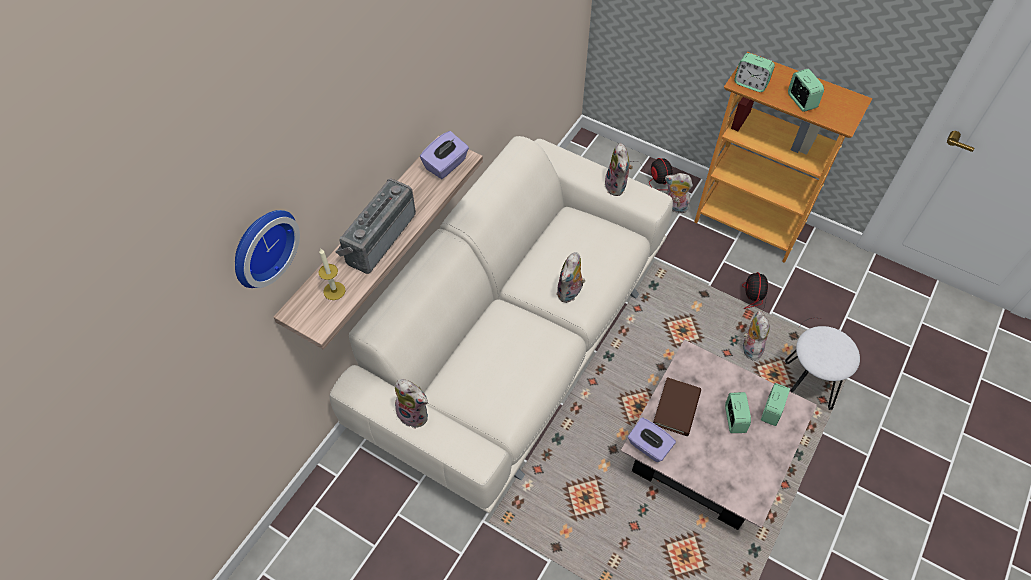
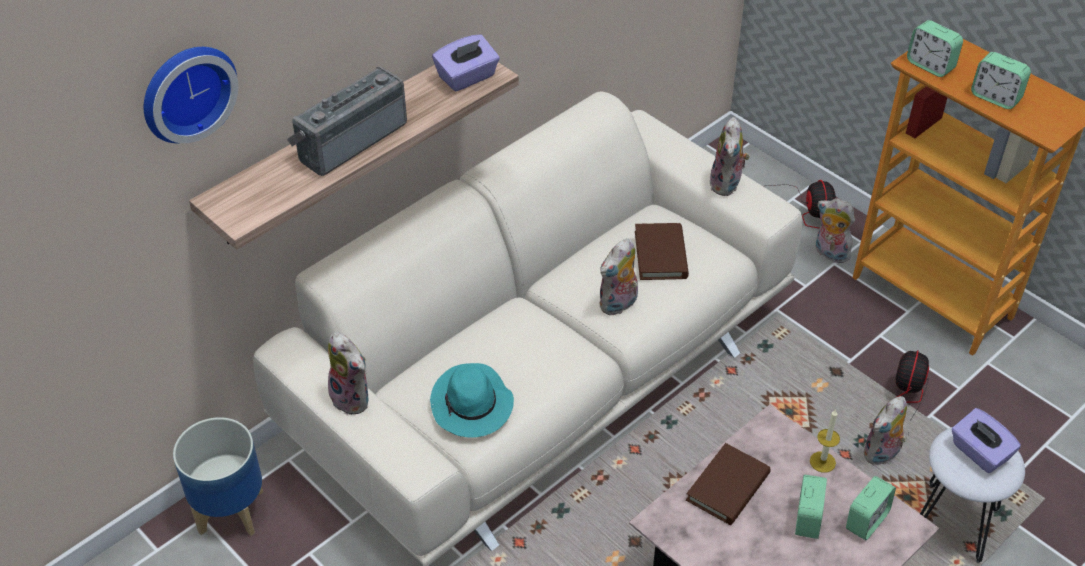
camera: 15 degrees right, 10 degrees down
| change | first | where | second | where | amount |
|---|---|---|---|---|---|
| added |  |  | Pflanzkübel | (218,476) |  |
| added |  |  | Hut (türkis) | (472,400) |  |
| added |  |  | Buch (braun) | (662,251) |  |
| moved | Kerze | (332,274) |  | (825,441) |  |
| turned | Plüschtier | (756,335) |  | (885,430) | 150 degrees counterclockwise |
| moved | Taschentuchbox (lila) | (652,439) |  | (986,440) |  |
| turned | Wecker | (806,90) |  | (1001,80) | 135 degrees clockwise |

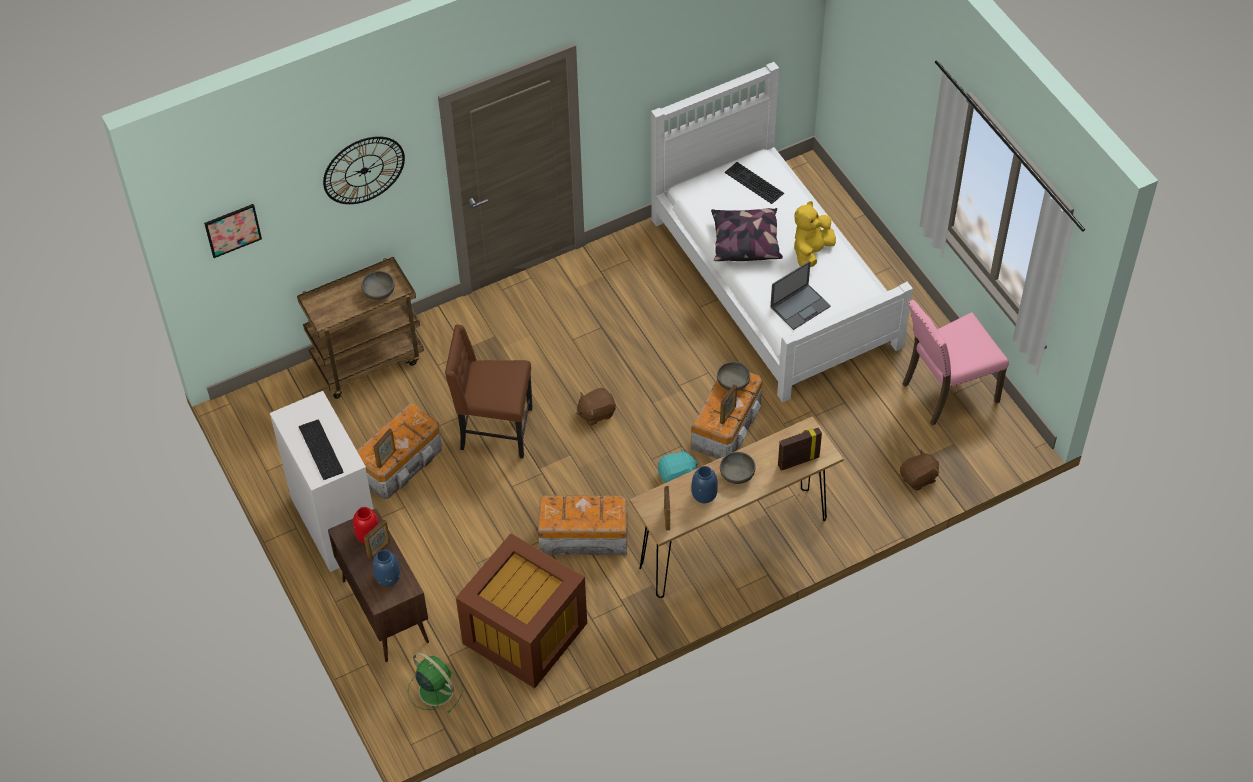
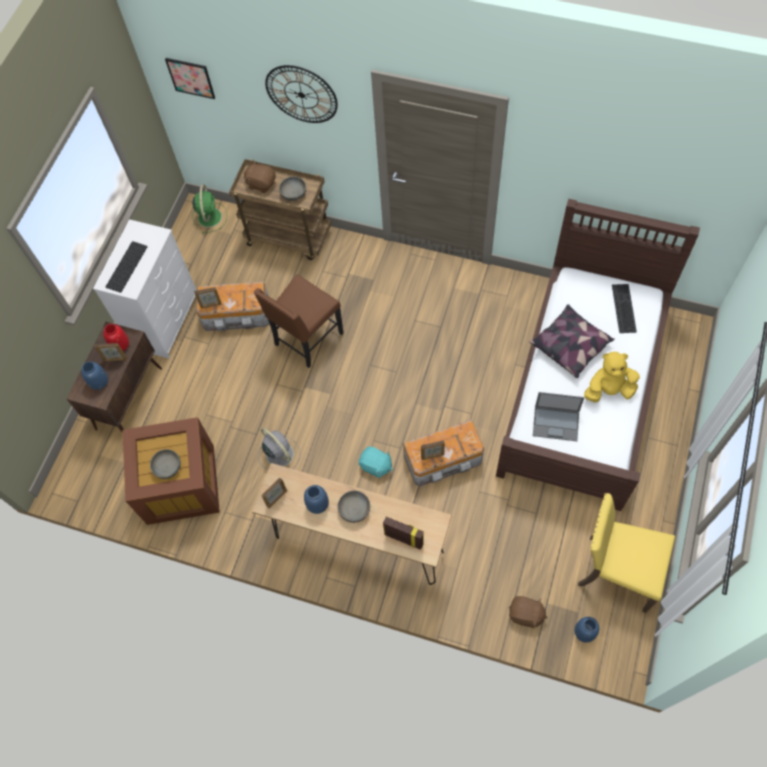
camera: 50 degrees right, 10 degrees up
| change | first | where | second | where | amount |
|---|---|---|---|---|---|
| moved | Schüssel (grau) | (733,376) |  | (165,464) |  |
| moved | Ventilator (grün) | (435,682) |  | (209,208) |  |
| moved | Plüschtier (braun) | (596,406) |  | (260,176) |  |
| turned | Stuhl (braun) | (489,391) |  | (298,321) | 105 degrees counterclockwise |
| replaced | Aufbewahrungsbox | (583,525) | Ventilator (grau) | (279,448) |  |
| recoloured | Bett (weiß) | (782,232) | Bett (braun) | (598,355) |  |
| added |  |  | Vase (blau) | (586,630) |  |
| recoloured | Stuhl (rosa) | (956,362) | Stuhl (gelb) | (626,553) |  |

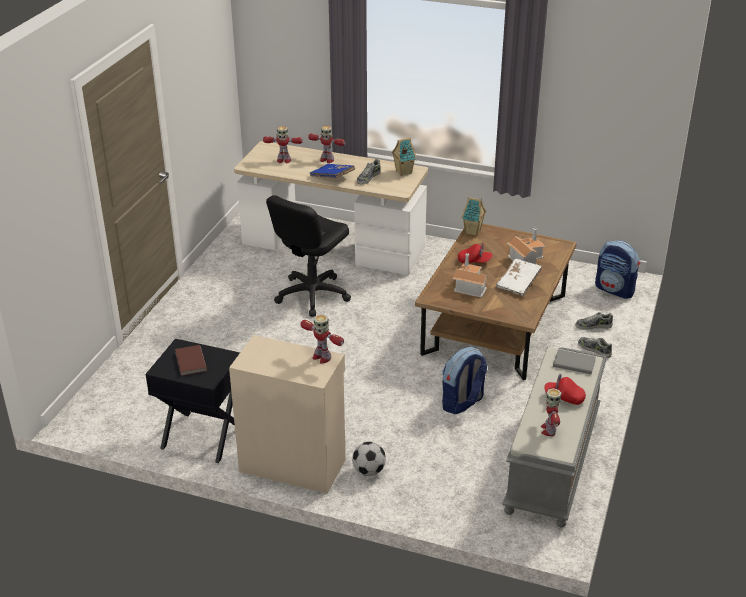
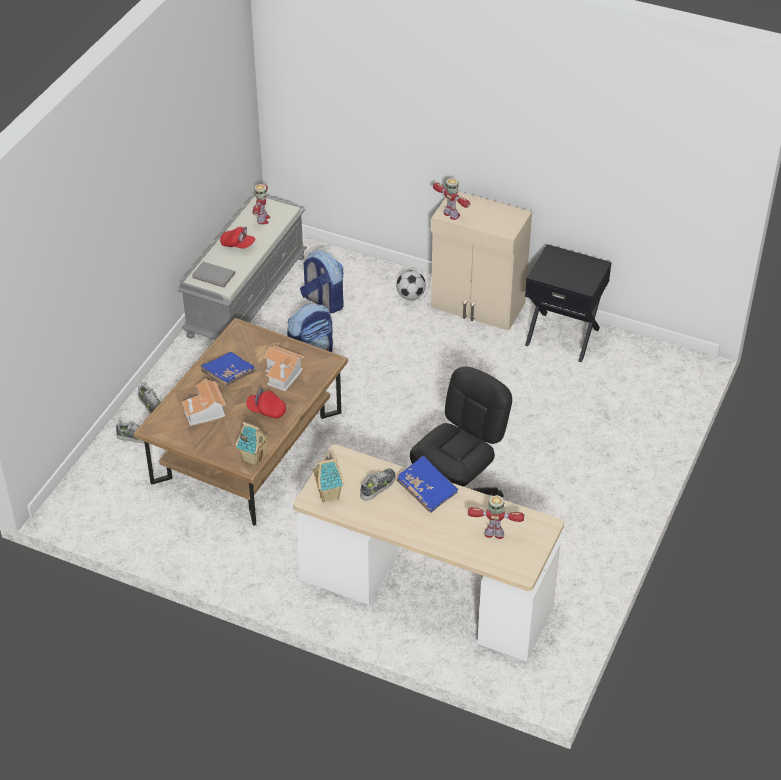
camera: 175 degrees left, 10 degrees up
| change | first | where | second | where | amount |
|---|---|---|---|---|---|
| recoloured | Buch (weiß) | (519,277) | Buch (blau) | (227,369) |  |
| moved | Rucksack | (617,269) |  | (322,281) |  |
| removed | Buch (braun) | (191,360) |  |  |  |
| removed | Spielzeugroboter | (326,144) |  |  |  |

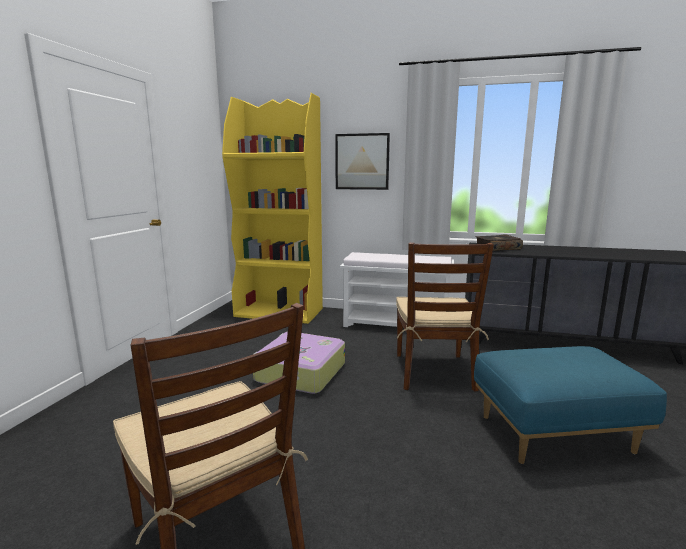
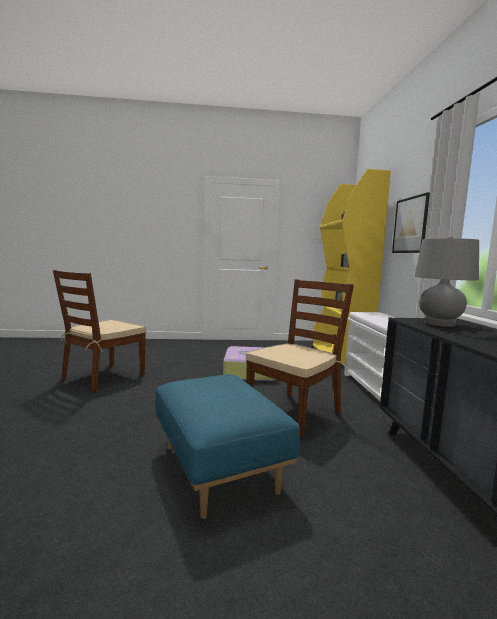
camera: 70 degrees right, 5 degrees down
| change | first | where | second | where | amount |
|---|---|---|---|---|---|
| turned | Stuhl (braun) | (445,317) |  | (300,358) | 150 degrees clockwise |
| replaced | Buch | (499,242) | Tischlampe (grau) | (446,281) |  |

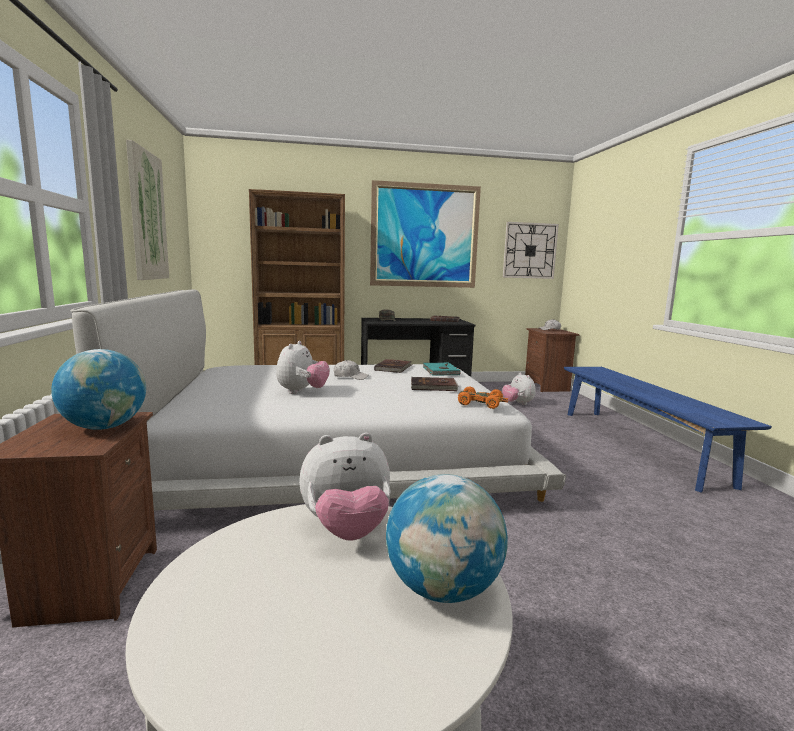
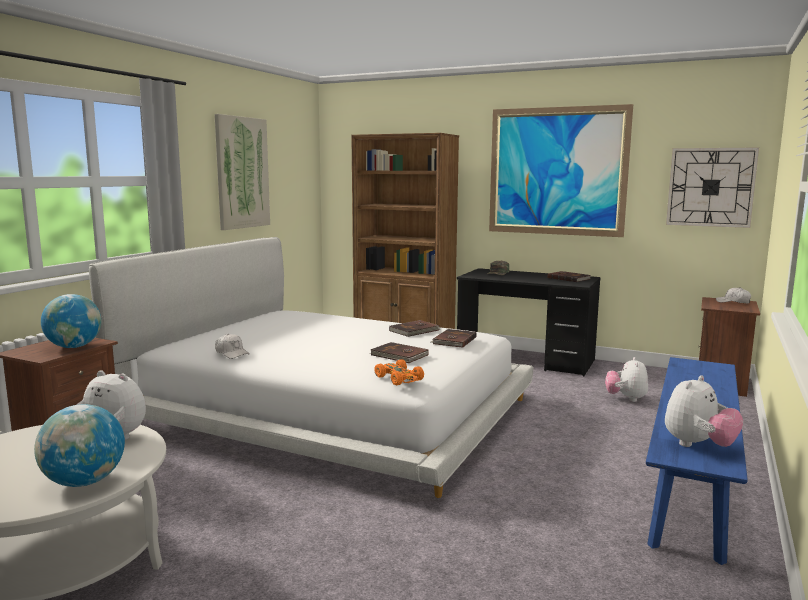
camera: 35 degrees right, 0 degrees up
| change | first | where | second | where | amount |
|---|---|---|---|---|---|
| moved | Kappe (weiß) | (351,370) |  | (232,346) |  |
| recoloured | Buch (türkis) | (441,369) | Buch (braun) | (454,338) |  |
| moved | Plüschtier | (303,367) |  | (704,411) |  |

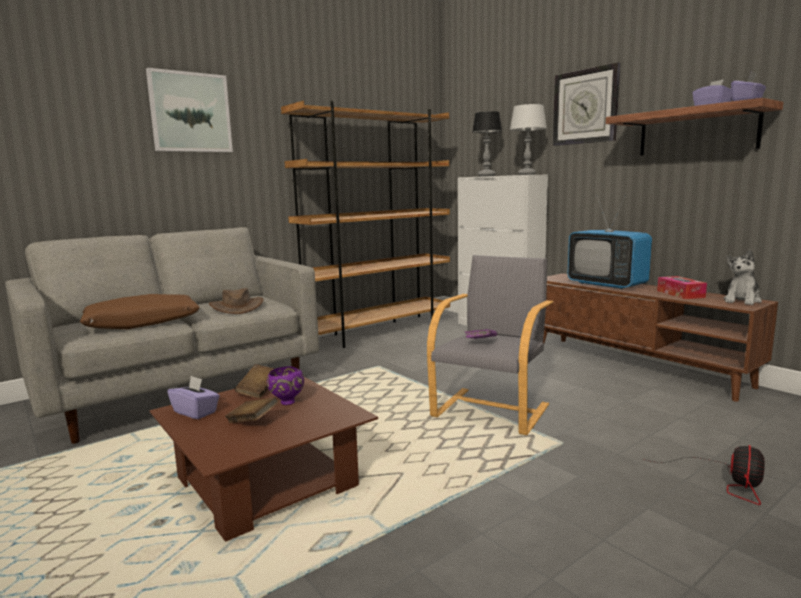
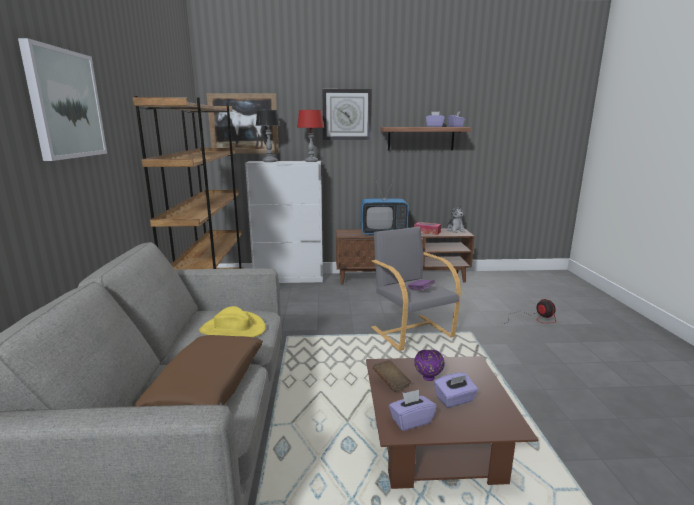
camera: 55 degrees left, 5 degrees up
| change | first | where | second | where | amount |
|---|---|---|---|---|---|
| recoloured | Hut (braun) | (236,301) | Hut (gelb) | (232,321) |  |
| added |  |  | Bild | (242,123) |  |
| recoloured | Tischlampe (grau) | (528,139) | Tischlampe (rot) | (310,136) |  |
| replaced | Buch (braun) | (251,410) | Taschentuchbox (lila) | (456,390) |  |

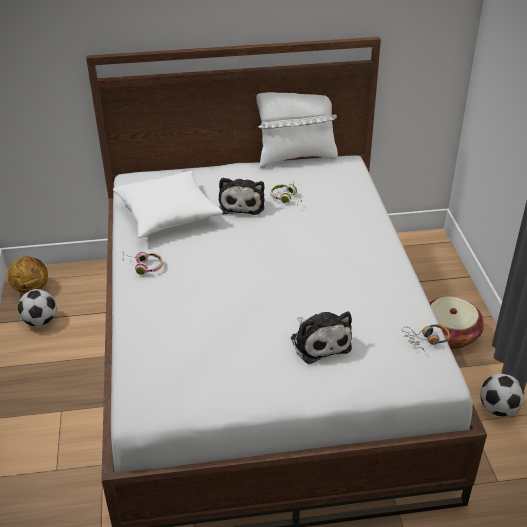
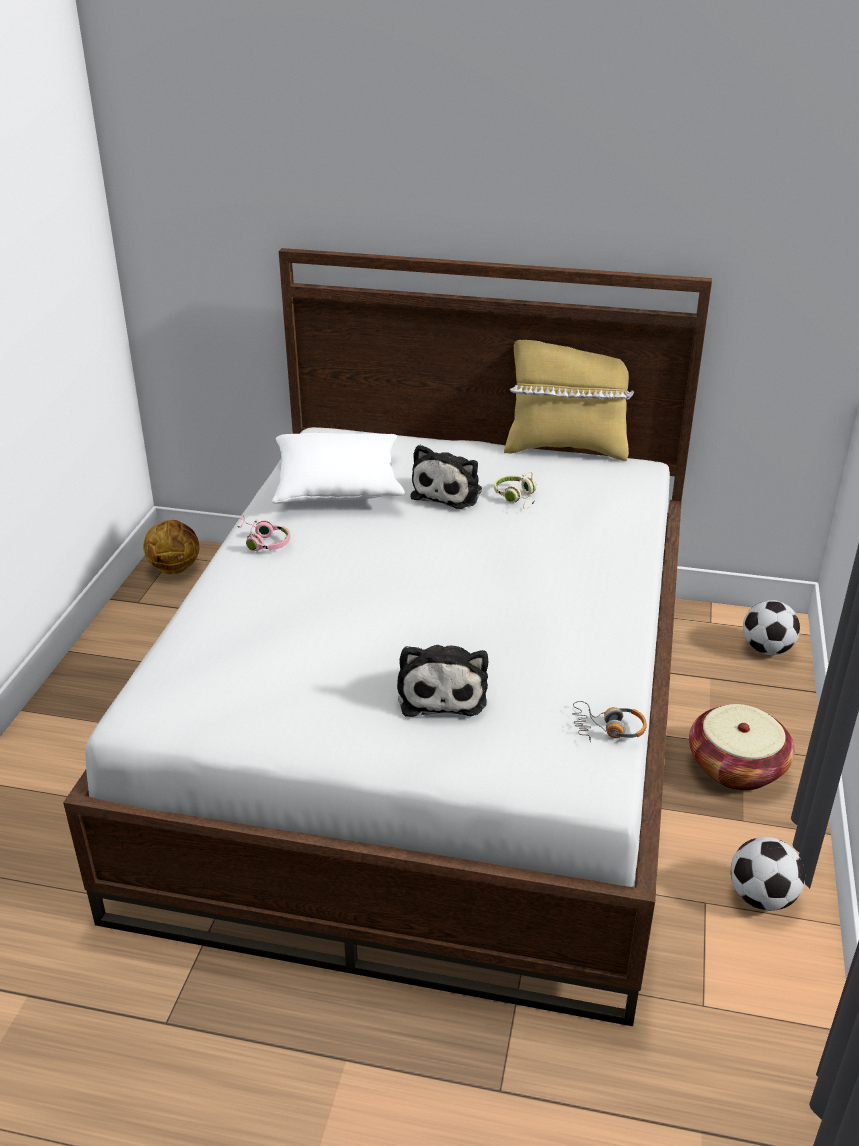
camera: 20 degrees right, 5 degrees down
| change | first | where | second | where | amount |
|---|---|---|---|---|---|
| recoloured | Kissen (weiß) | (297,130) | Kissen (gelb) | (569,400) |  |
| moved | Fußball | (37,308) |  | (771,627) |  |

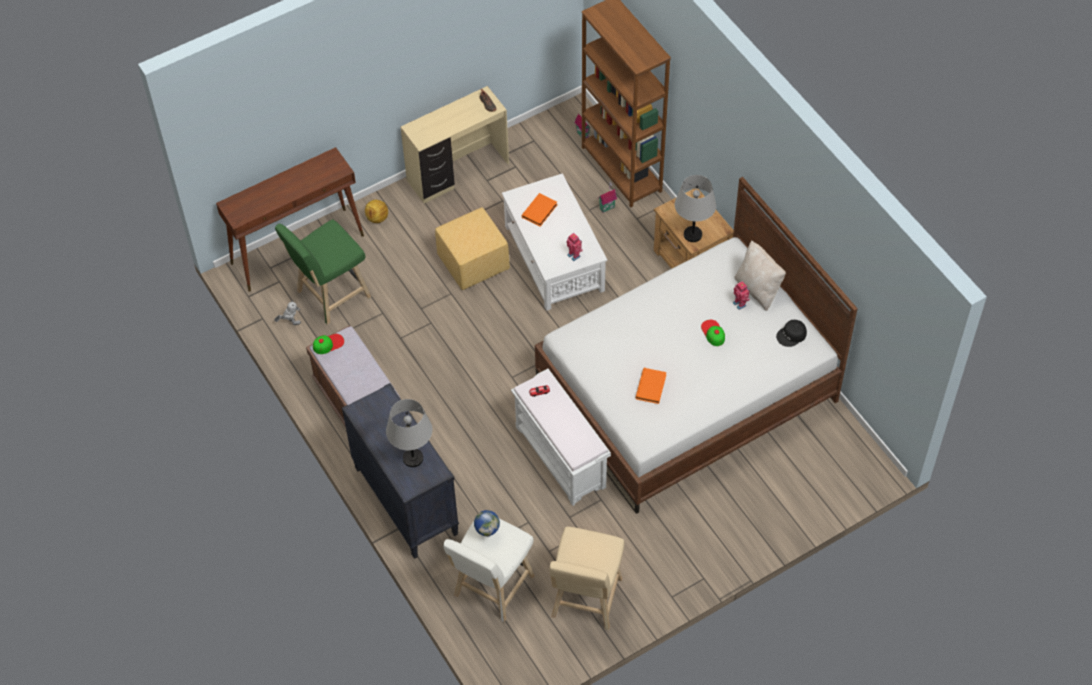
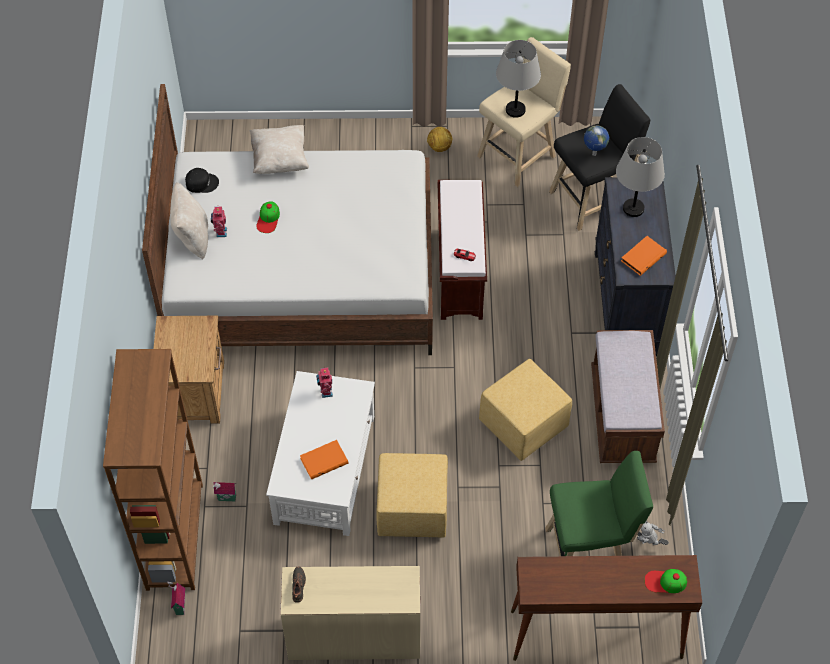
camera: 150 degrees left, 0 degrees up
| change | first | where | second | where | amount |
|---|---|---|---|---|---|
| added |  |  | Kissen (beige) | (279,149) |  |
| moved | Fußball | (376,211) |  | (439,139) |  |
| recoloured | Bank (weiß) | (561,437) | Bank (braun) | (462,250) |  |
| added |  |  | Polsterhocker (gelb) | (525,410) |  |
| moved | Tischlampe (grau) | (695,208) |  | (518,79) |  |
| recoloured | Hocker (weiß) | (489,570) | Hocker (schwarz) | (599,157) |  |
| moved | Buch (orange) | (651,386) |  | (644,256) |  |
| moved | Kappe | (328,344) |  | (665,581) |  |

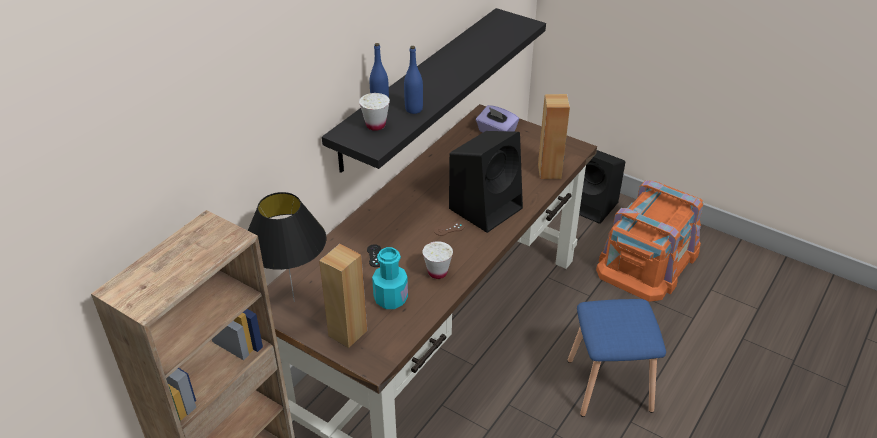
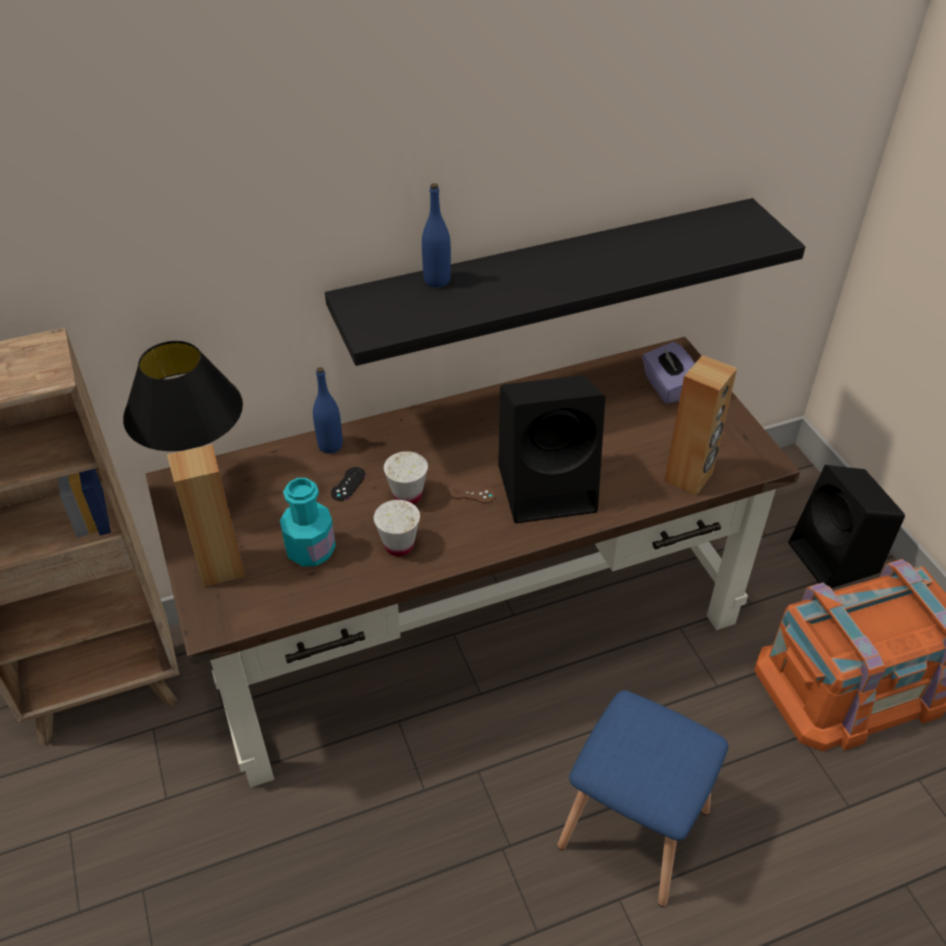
camera: 35 degrees right, 5 degrees up
| change | first | where | second | where | amount |
|---|---|---|---|---|---|
| moved | Flasche (blau) | (413,80) |  | (328,410) |  |
| moved | Tasse (weiß) | (374,112) |  | (406,477) |  |

